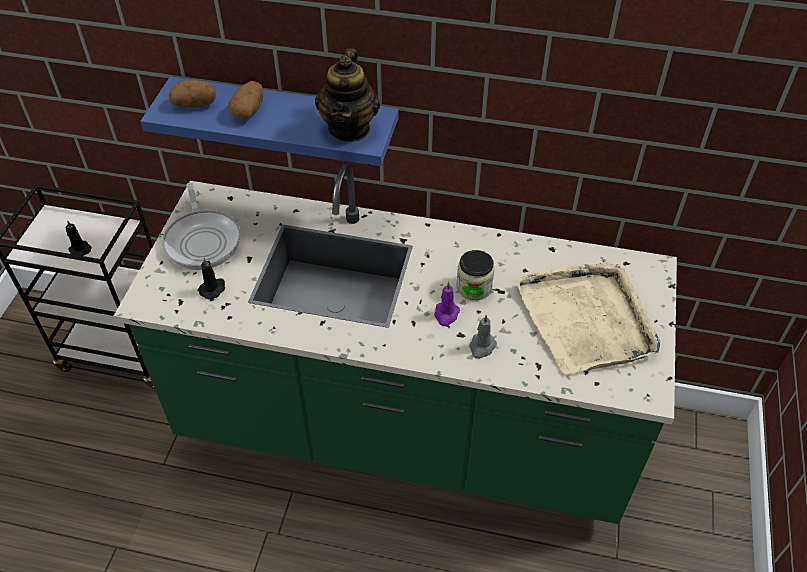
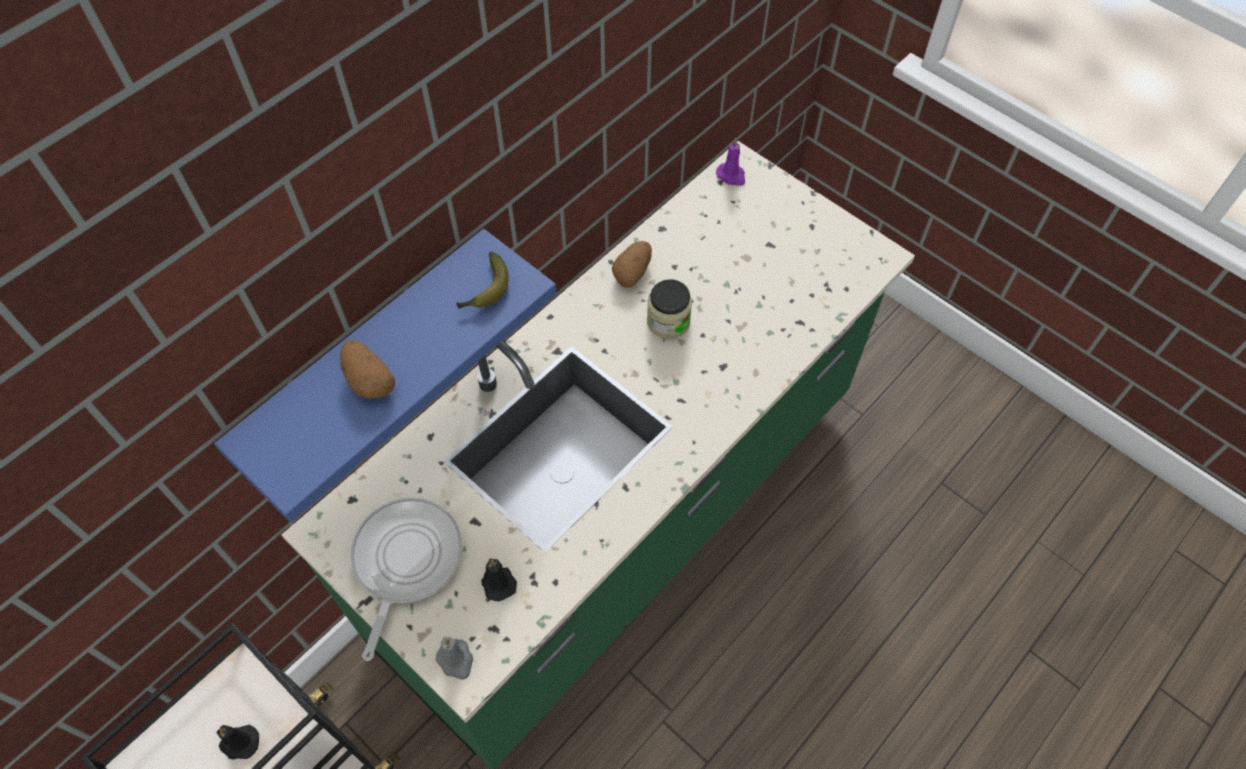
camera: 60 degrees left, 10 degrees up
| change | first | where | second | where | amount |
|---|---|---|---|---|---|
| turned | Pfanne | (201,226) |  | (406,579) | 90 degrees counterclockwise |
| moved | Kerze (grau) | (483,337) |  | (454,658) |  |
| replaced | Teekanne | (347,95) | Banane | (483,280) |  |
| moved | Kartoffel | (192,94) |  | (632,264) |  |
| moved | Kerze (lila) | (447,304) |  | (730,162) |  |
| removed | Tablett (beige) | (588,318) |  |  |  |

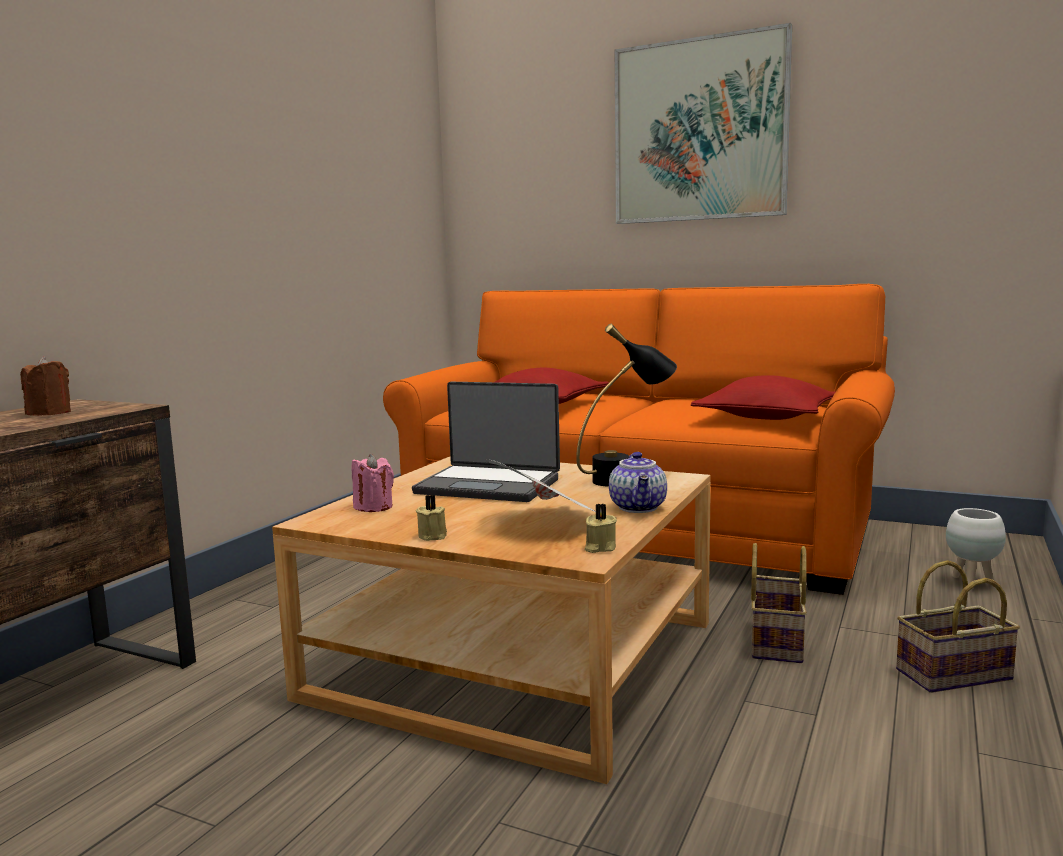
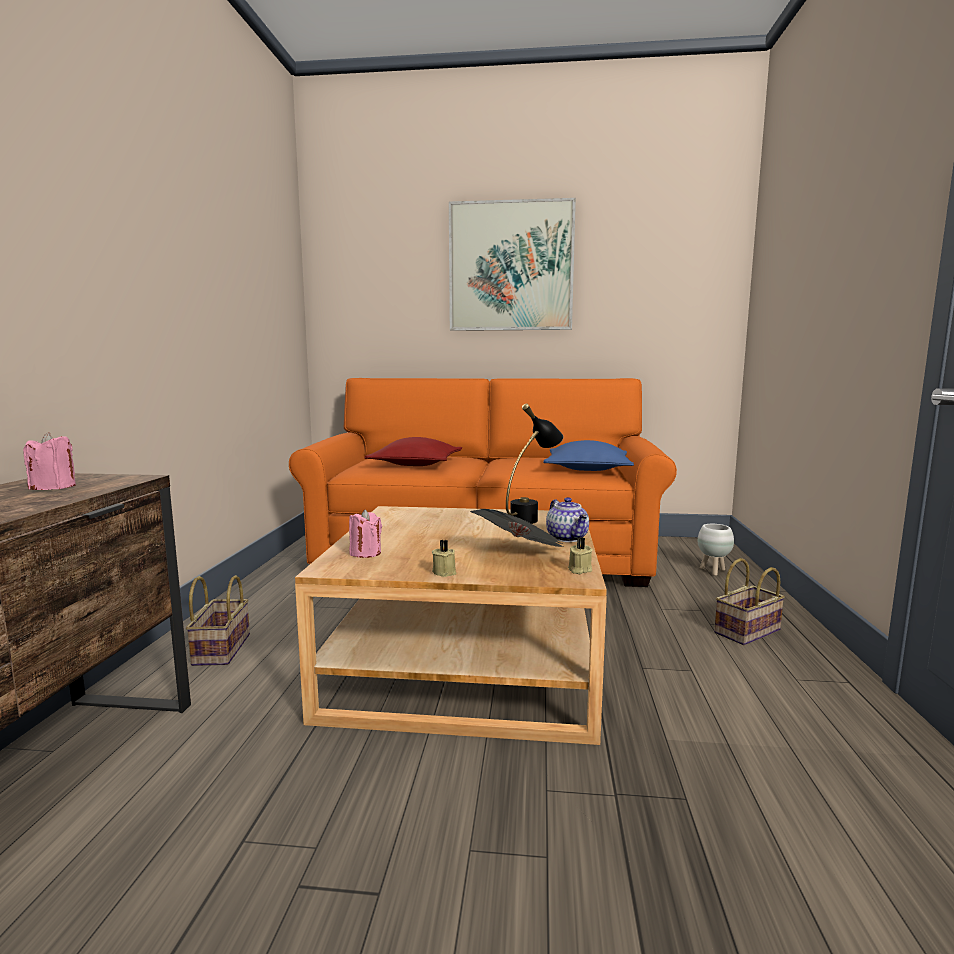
camera: 20 degrees left, 0 degrees up
| change | first | where | second | where | amount |
|---|---|---|---|---|---|
| recoloured | Kerze (braun) | (45,386) | Kerze (rosa) | (49,461) |  |
| moved | Korb | (779,603) |  | (218,620) |  |
| recoloured | Kissen (rot) | (763,397) | Kissen (blau) | (588,455) |  |
| removed | Laptop | (486,442) |  |  |  |

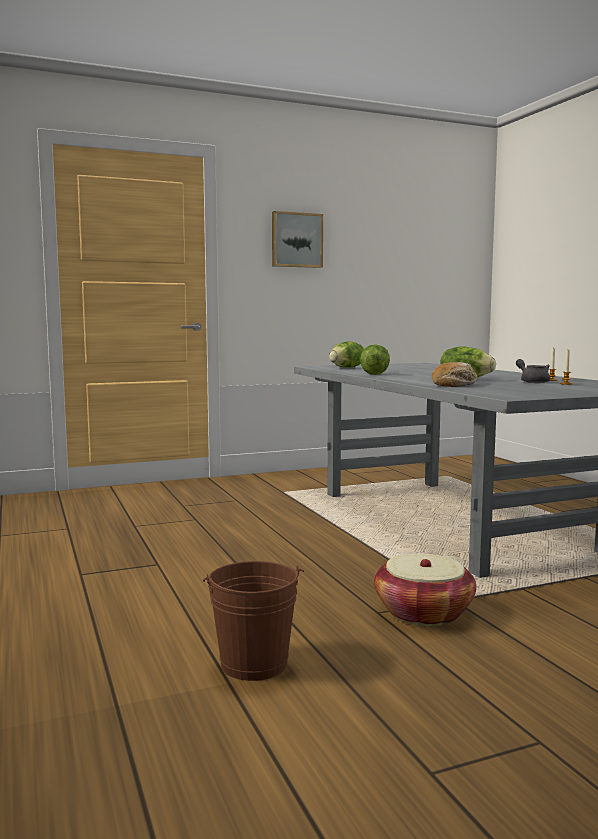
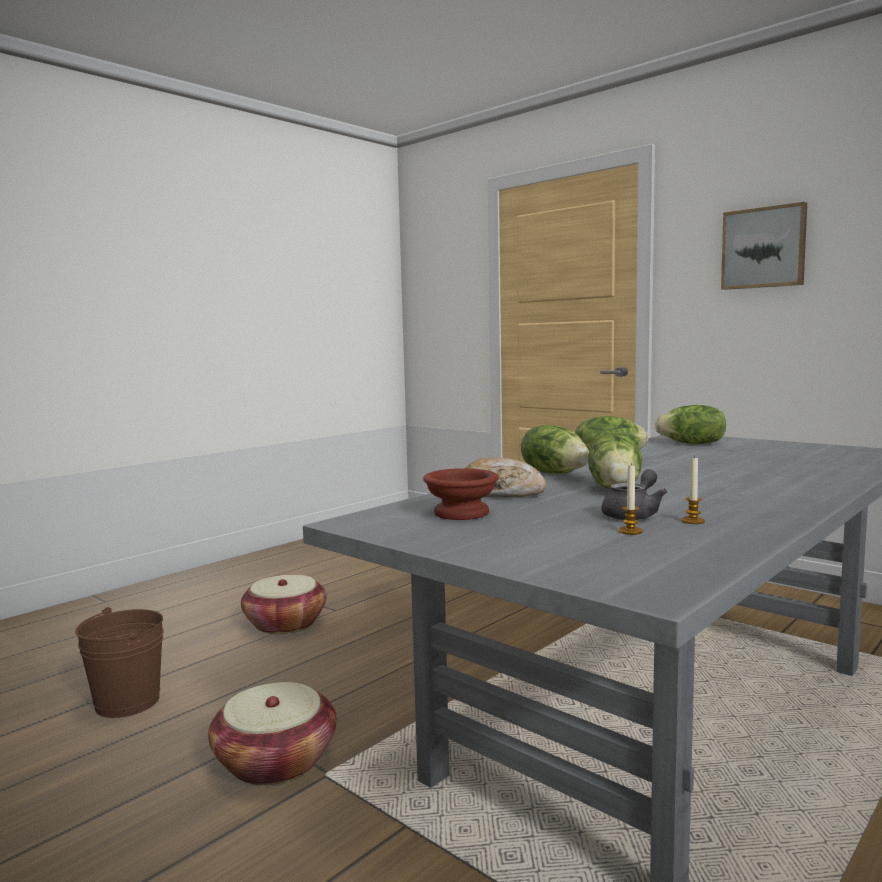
camera: 65 degrees right, 0 degrees up
| change | first | where | second | where | amount |
|---|---|---|---|---|---|
| added |  |  | Korb | (284,604) |  |
| added |  |  | Schüssel (braun) | (461,494) |  |
| added |  |  | Salatkopf | (555,449) |  |

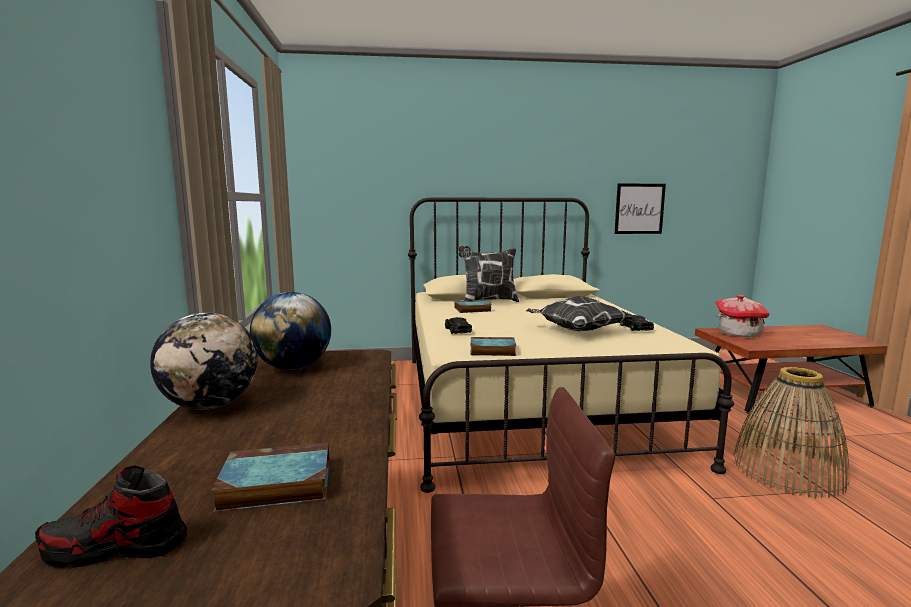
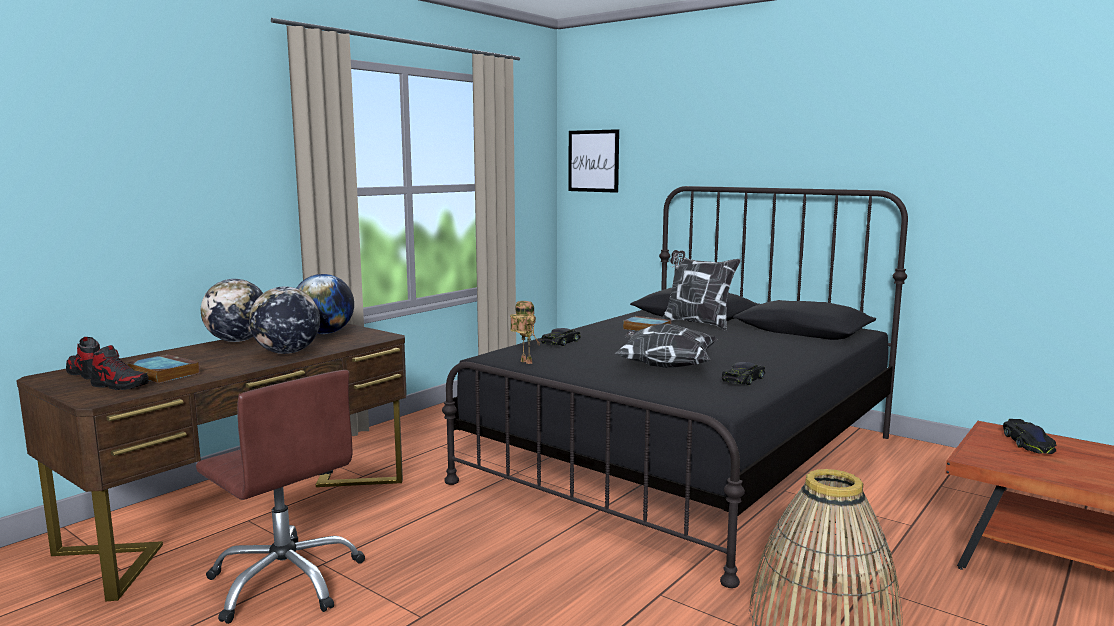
camera: 45 degrees right, 0 degrees up
| change | first | where | second | where | amount |
|---|---|---|---|---|---|
| added |  |  | Schuh | (119,367) |  |
| added |  |  | Globus | (284,320) |  |
| recoloured | Bett (beige) | (571,345) | Bett (schwarz) | (675,387) |  |
| replaced | Buch | (493,346) | Spielzeugroboter | (525,332) |  |
| moved | Bild | (640,208) |  | (593,161) |  |
| replaced | Spielzeughaus | (742,316) | Spielzeugauto (schwarz) | (1029,436) |  |

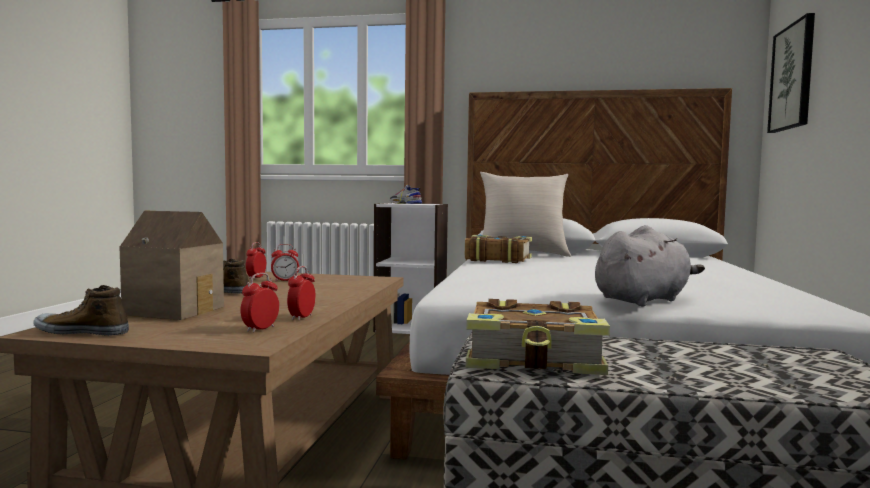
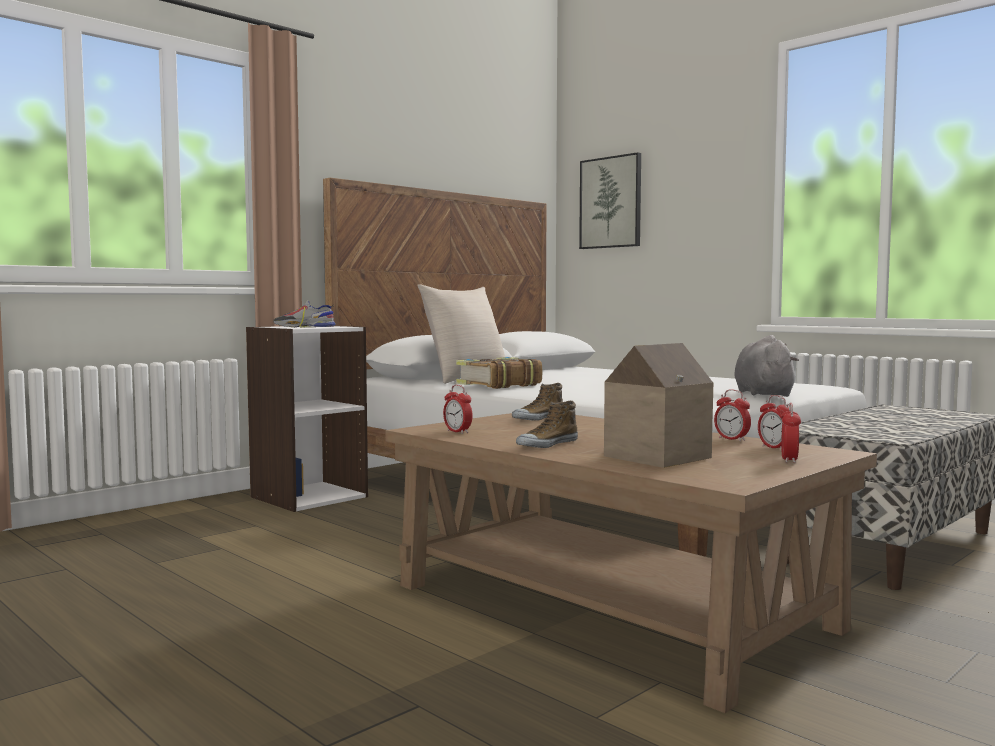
camera: 55 degrees left, 0 degrees up
| change | first | where | second | where | amount |
|---|---|---|---|---|---|
| moved | Schuh | (81,310) |  | (537,402) |  |
| moved | Wecker | (285,262) |  | (791,433) |  |
| removed | Buch | (538,337) |  |  |  |

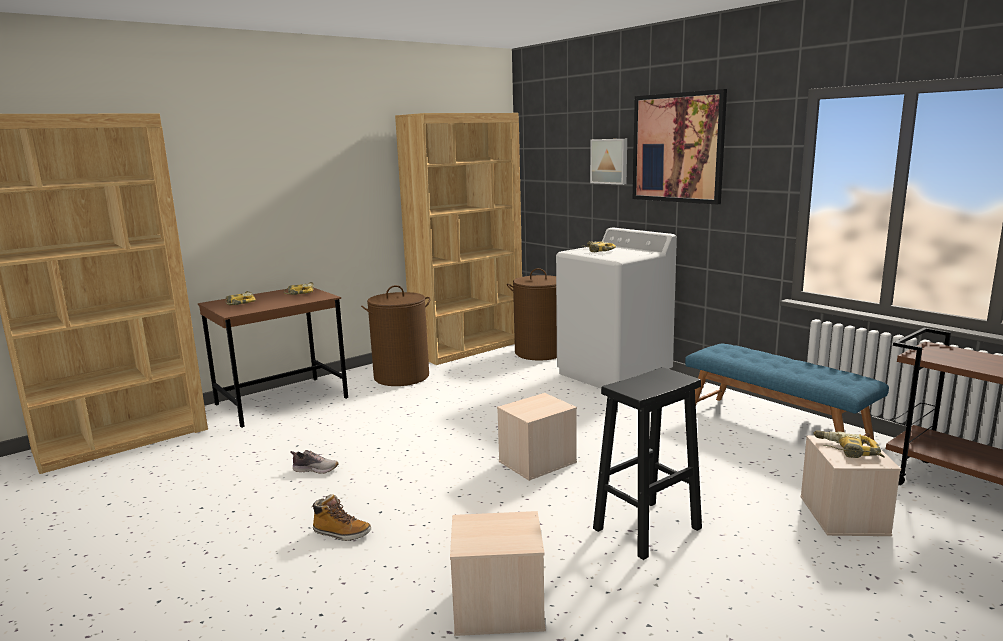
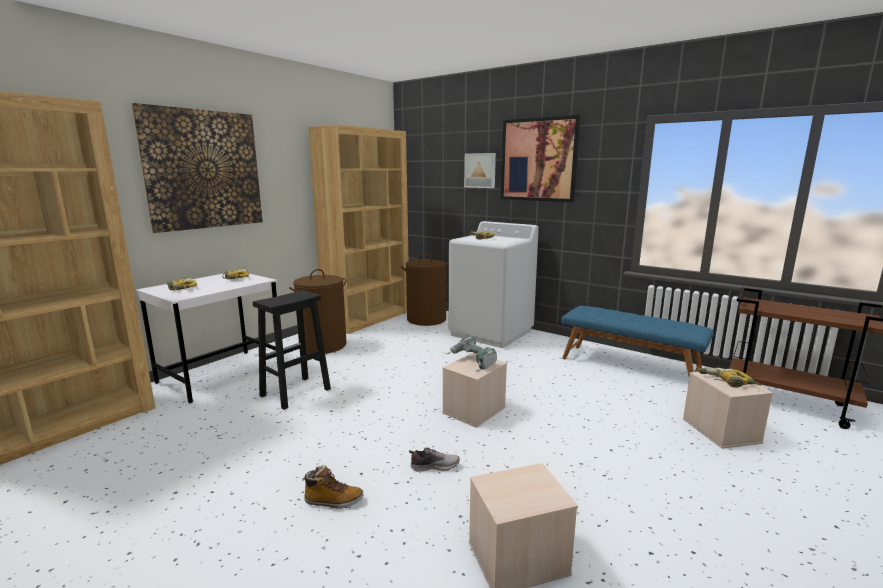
camera: 15 degrees left, 0 degrees up
| change | first | where | second | where | amount |
|---|---|---|---|---|---|
| added |  |  | Bild | (197,168) |  |
| recoloured | Schreibtisch (braun) | (273,358) | Schreibtisch (weiß) | (206,338) |  |
| moved | Hocker (schwarz) | (647,463) |  | (292,350) |  |
| moved | Schuh | (315,462) |  | (434,459) |  |
| added |  |  | Bohrmaschine | (472,354) |  |

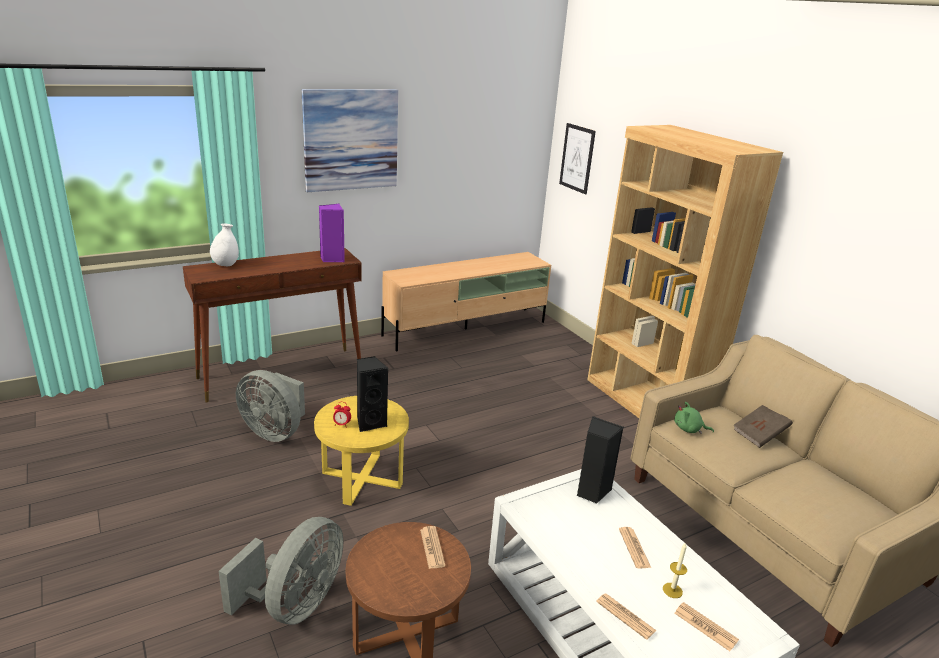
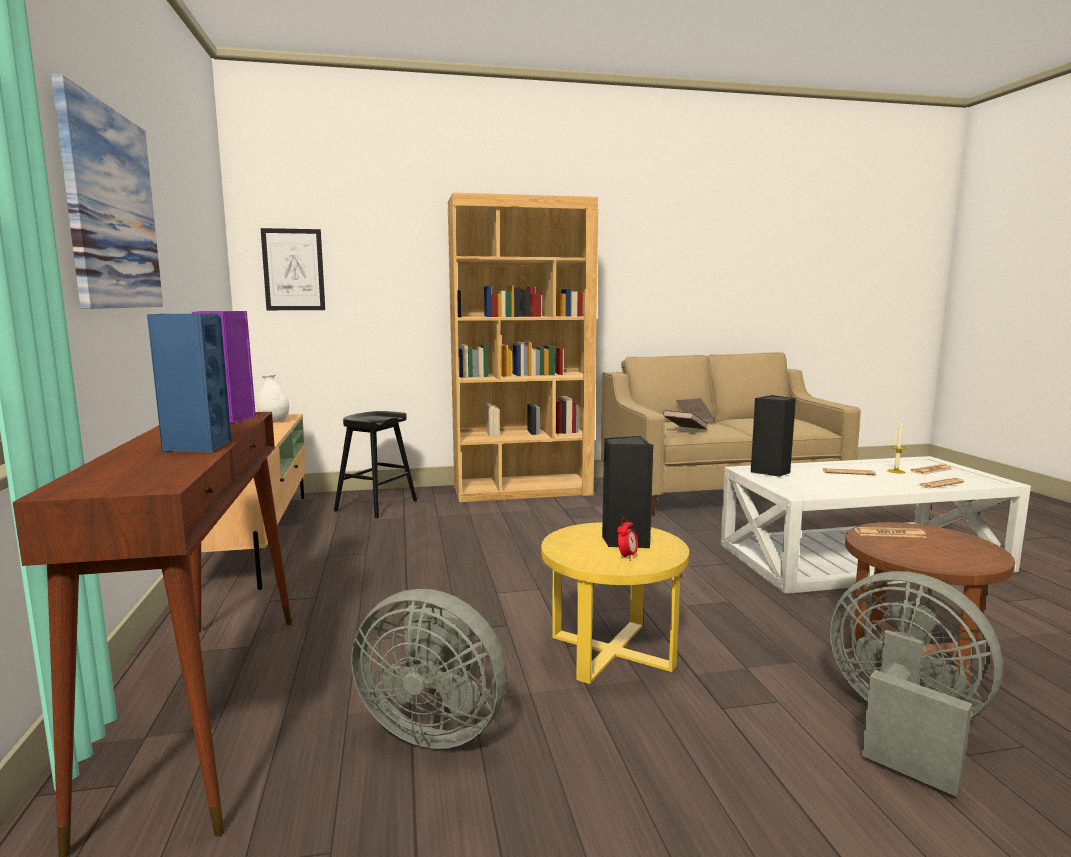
camera: 70 degrees left, 15 degrees down
| change | first | where | second | where | amount |
|---|---|---|---|---|---|
| added |  |  | Lautsprecher (blau) | (189,383) |  |
| moved | Vase (weiß) | (224,244) |  | (273,397) |  |
| added |  |  | Hocker (schwarz) | (375,465) |  |
| turned | Ventilator (grau) | (270,406) |  | (429,669) | 60 degrees clockwise |
| replaced | Plüschtier (grün) | (694,418) | Buch (braun) | (685,420) |  |

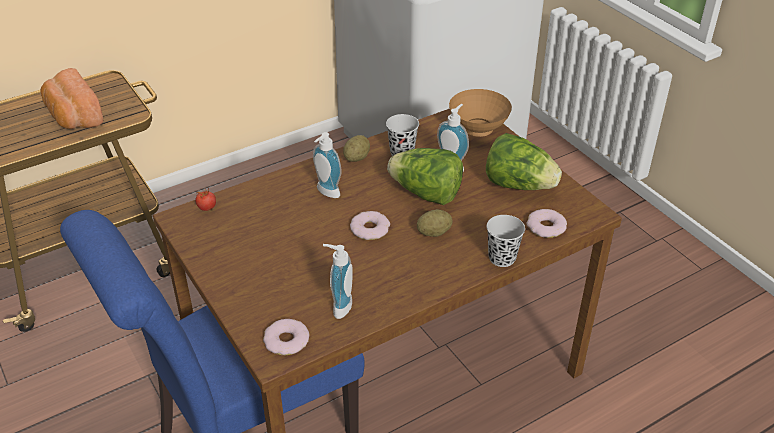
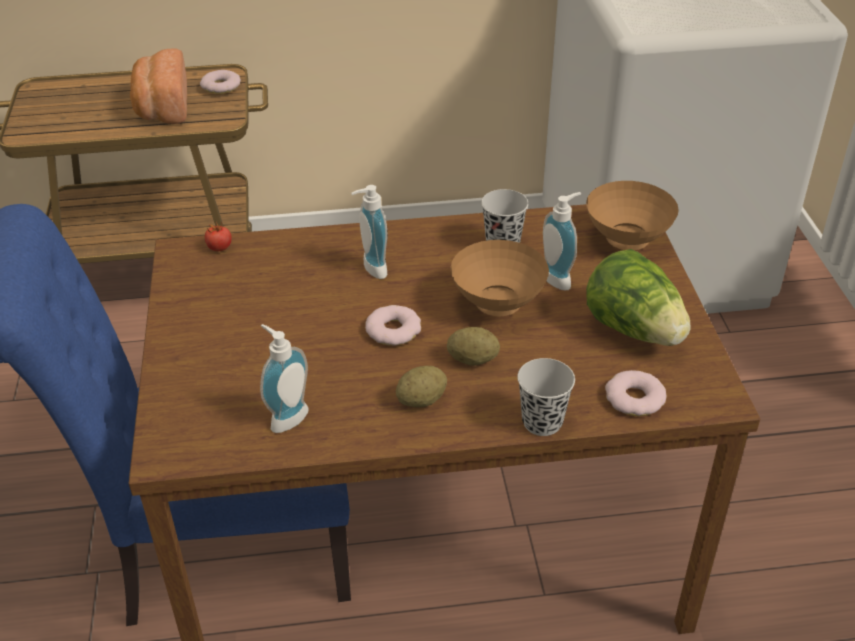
camera: 25 degrees right, 0 degrees up
| change | first | where | second | where | amount |
|---|---|---|---|---|---|
| moved | Donut | (286,337) |  | (220,82) |  |
| moved | Kartoffel | (356,148) |  | (421,387) |  |
| replaced | Salatkopf | (425,176) | Schüssel (braun) | (500,278) |  |

